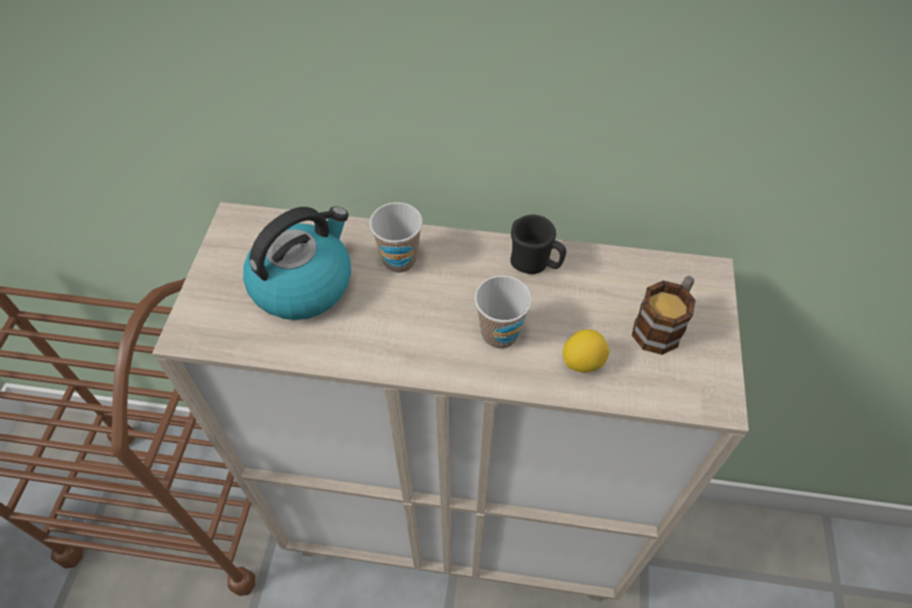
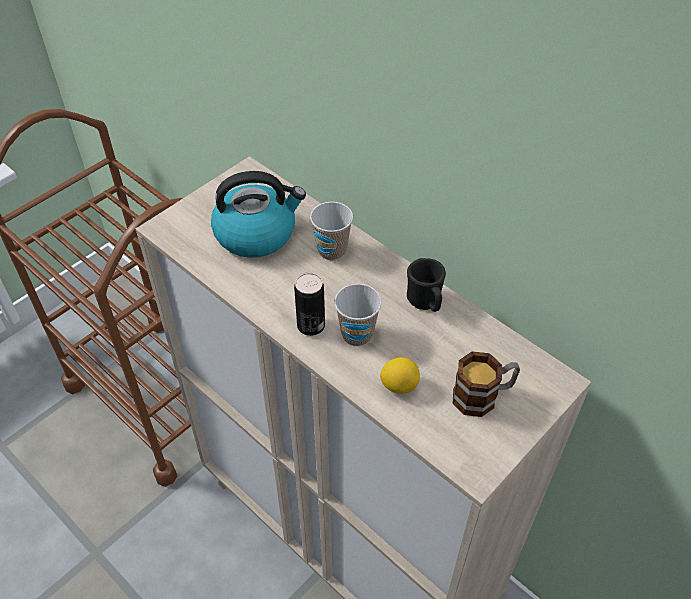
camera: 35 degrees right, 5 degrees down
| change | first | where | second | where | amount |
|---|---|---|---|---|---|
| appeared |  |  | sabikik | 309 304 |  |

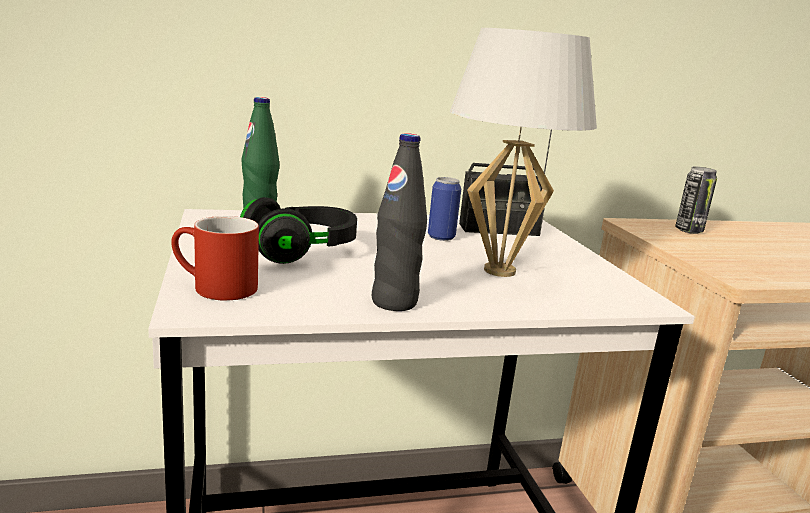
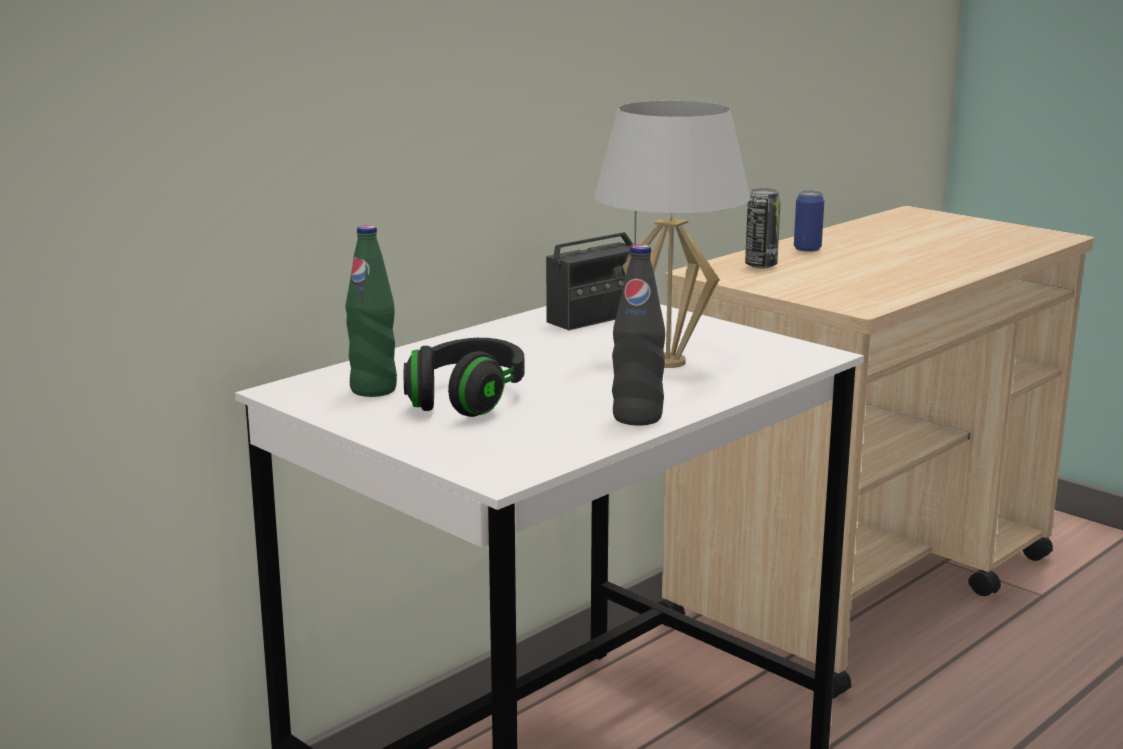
camera: 30 degrees left, 0 degrees up
| change | first | where | second | where | amount |
|---|---|---|---|---|---|
| missing | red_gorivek | 215 258 |  |  |  |
| relocated | sabikik | 444 209 |  | 809 221 |  |

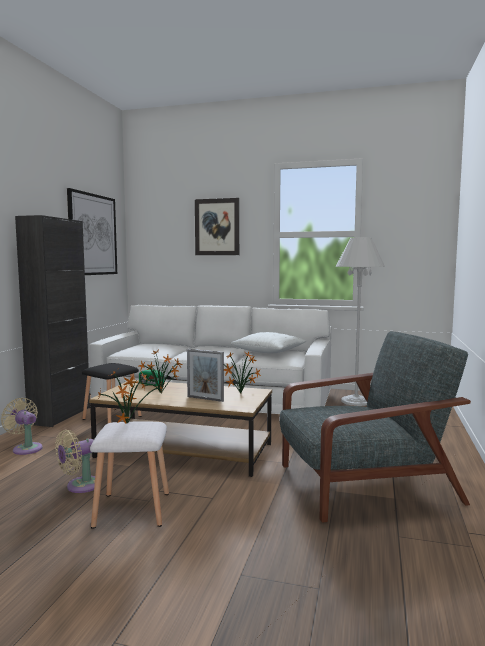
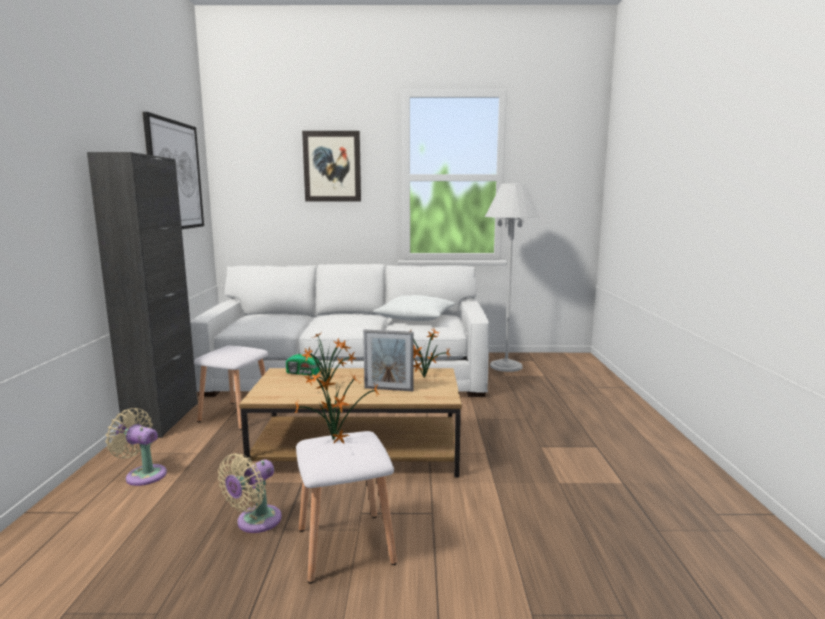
camera: 15 degrees left, 5 degrees up
| change | first | where | second | where | amount |
|---|---|---|---|---|---|
| missing | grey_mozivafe | 375 427 |  |  |  |
| colour | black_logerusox | 112 393 | white_logerusox | 231 388 |  |

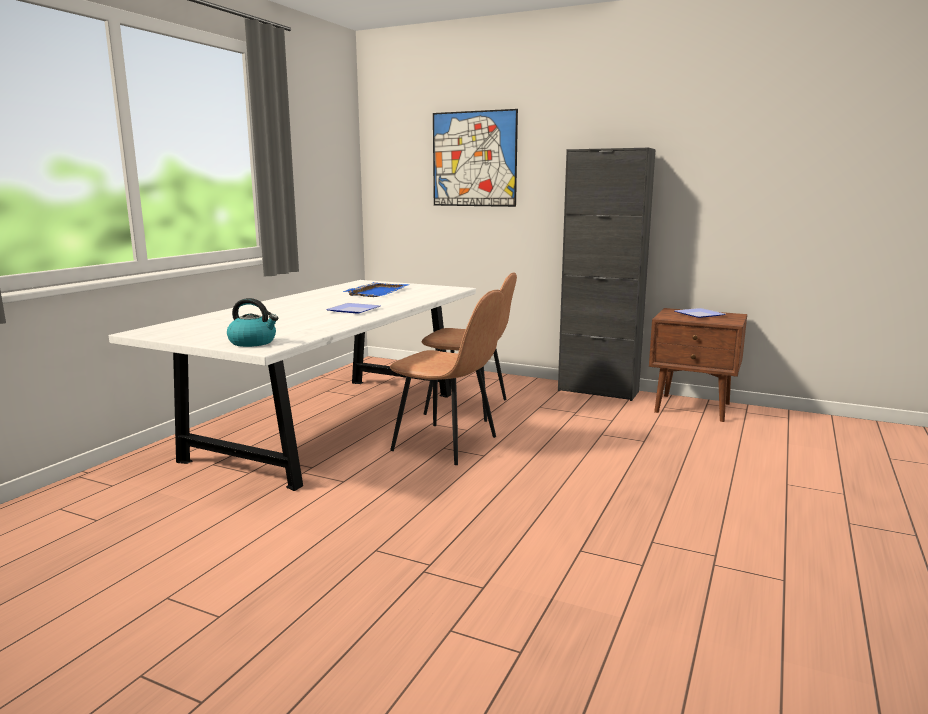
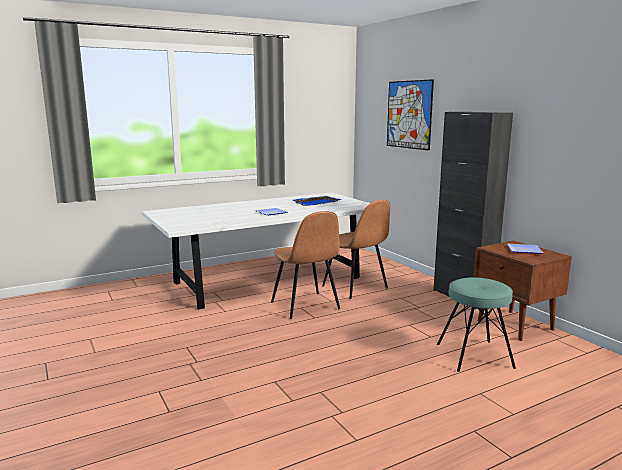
camera: 35 degrees right, 0 degrees up
| change | first | where | second | where | amount |
|---|---|---|---|---|---|
| missing | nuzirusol | 252 322 |  |  |  |
| appeared |  |  | turquoise_logerusox | 476 324 |  |

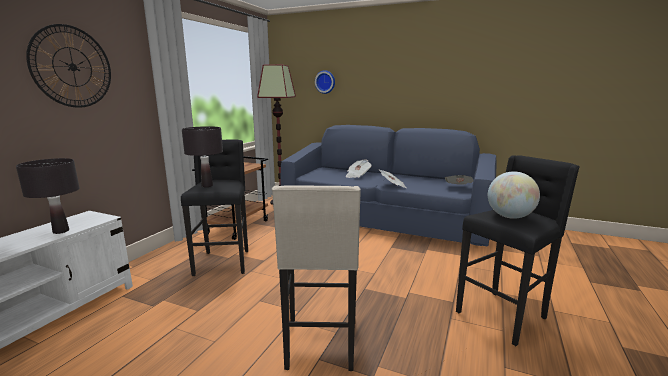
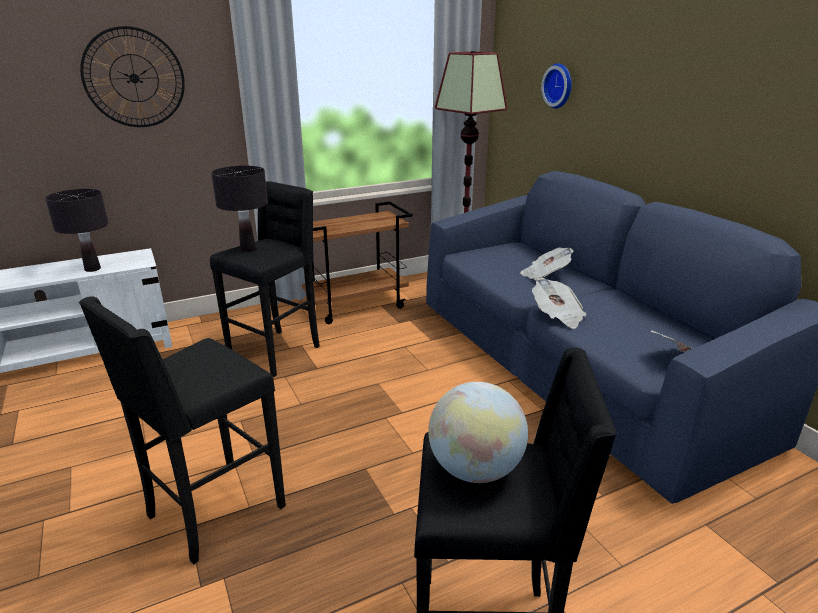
camera: 40 degrees right, 10 degrees up
| change | first | where | second | where | amount |
|---|---|---|---|---|---|
| colour | beige_logerusox | 316 278 | black_logerusox | 182 430 |  |

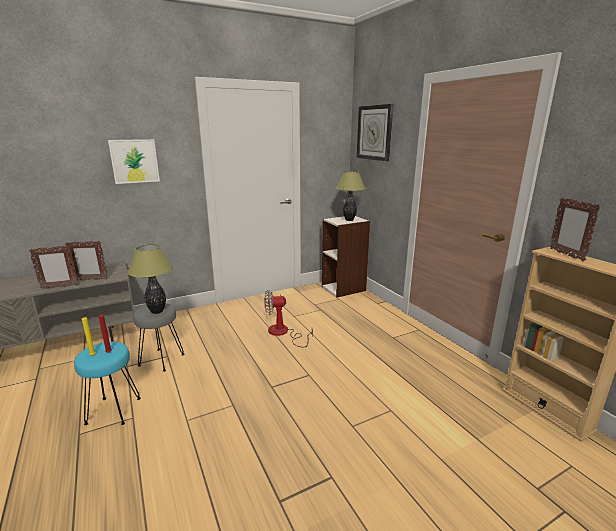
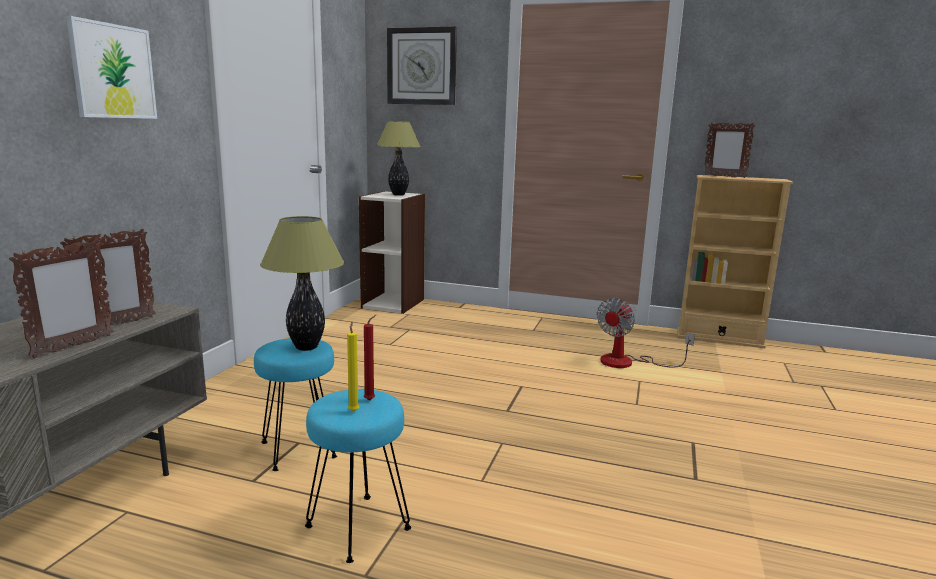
camera: 45 degrees left, 5 degrees down
| change | first | where | second | where | amount |
|---|---|---|---|---|---|
| relocated | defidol | 288 319 |  | 646 333 |  |
| colour | grey_logerusox | 158 337 | turquoise_logerusox | 295 404 |  |

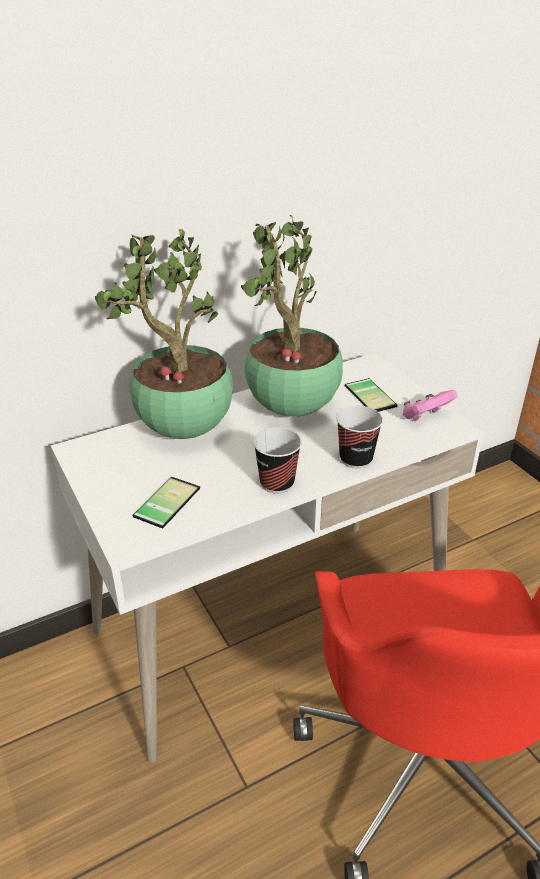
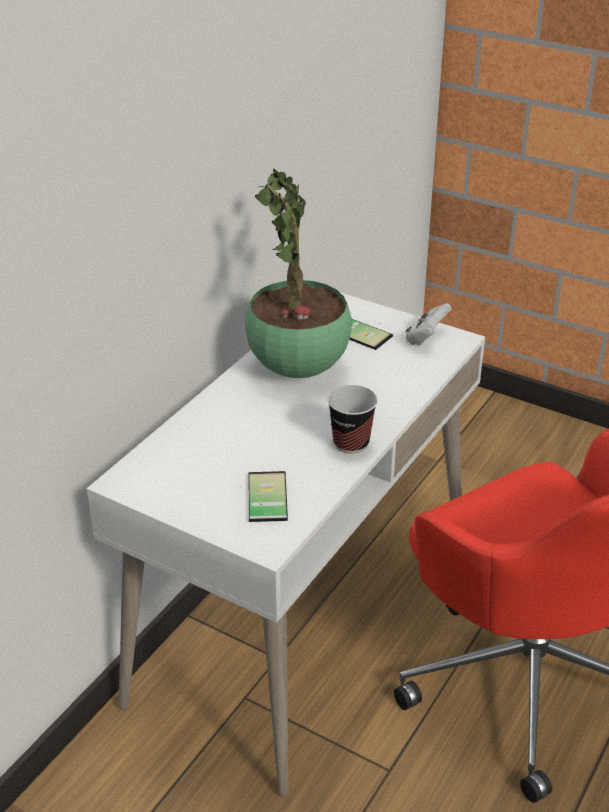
camera: 30 degrees left, 0 degrees up
| change | first | where | second | where | amount |
|---|---|---|---|---|---|
| missing | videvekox | 164 334 |  |  |  |
| missing | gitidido | 359 437 |  |  |  |
| colour | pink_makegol | 430 405 | white_makegol | 428 324 |  |

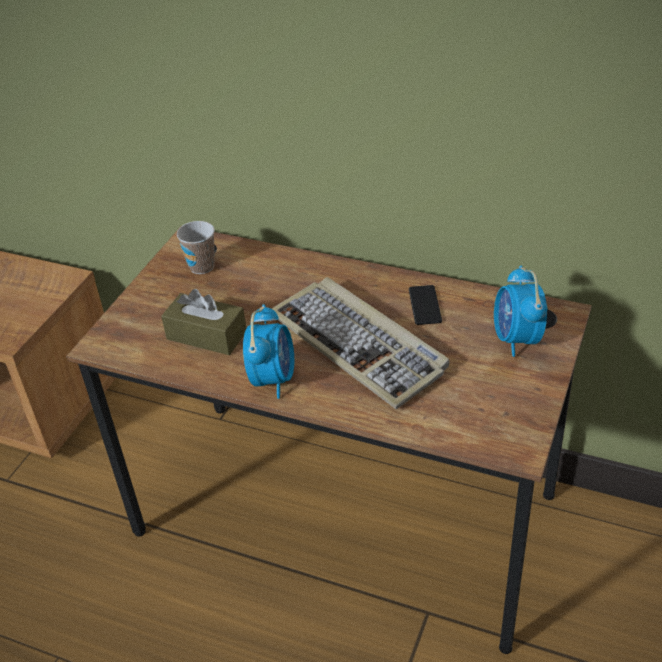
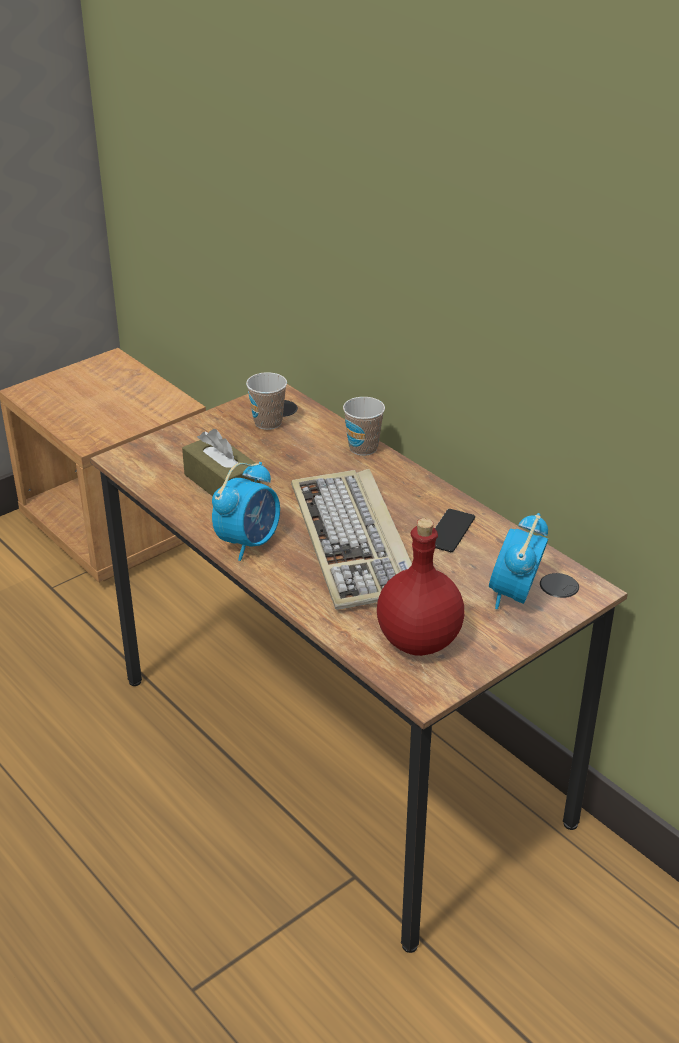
camera: 25 degrees right, 5 degrees down
| change | first | where | second | where | amount |
|---|---|---|---|---|---|
| appeared |  |  | gitidido | 364 426 |  |
| appeared |  |  | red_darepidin | 420 587 |  |

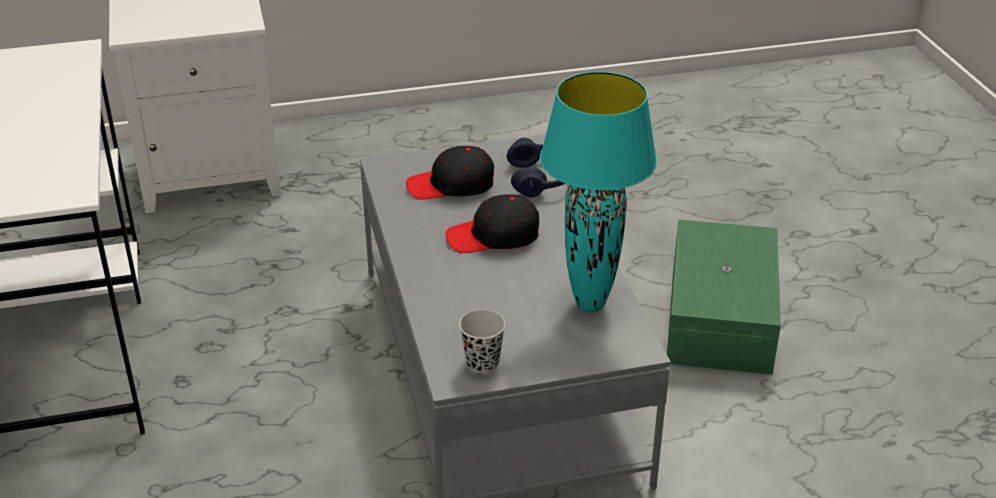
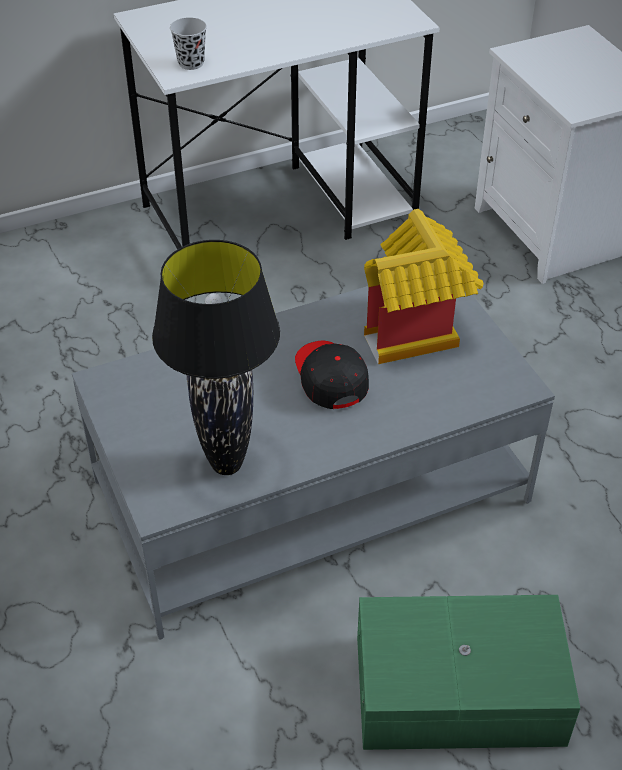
camera: 80 degrees right, 10 degrees up
| change | first | where | second | where | amount |
|---|---|---|---|---|---|
| missing | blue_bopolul | 536 168 |  |  |  |
| relocated | black_gitidido | 482 341 |  | 188 44 |  |
| exchanged | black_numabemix | 450 173 | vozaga | 423 286 |  |
| colour | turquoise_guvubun | 598 192 | black_guvubun | 216 357 |  |

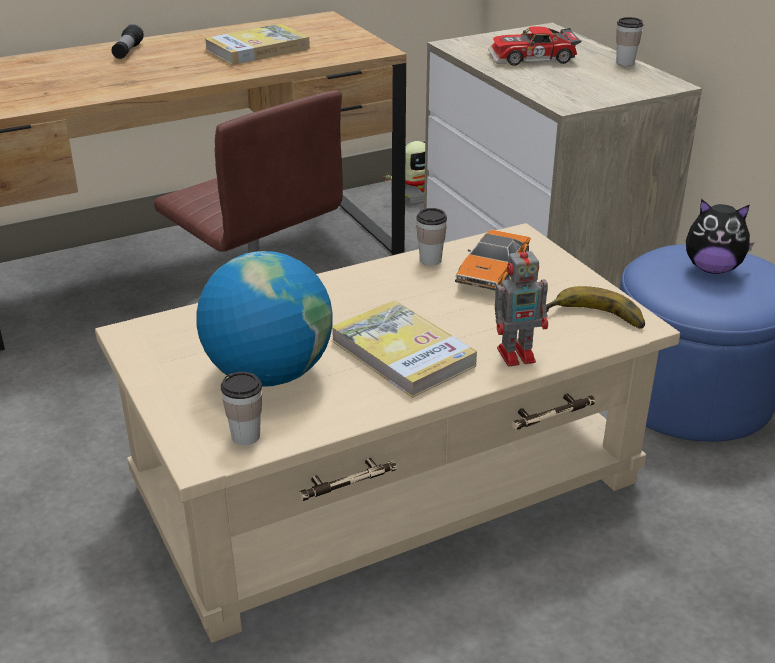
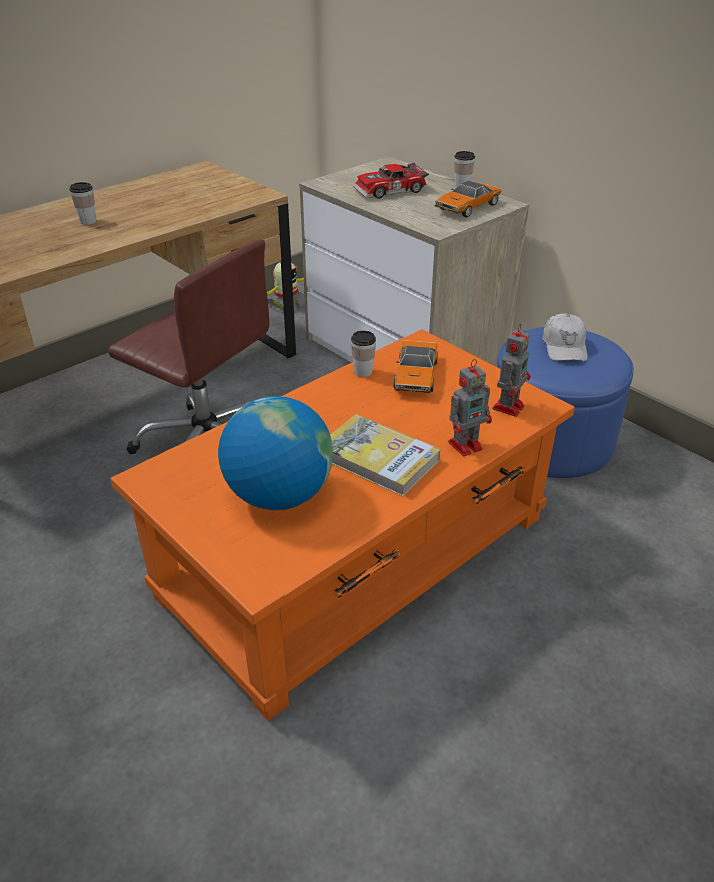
camera: 15 degrees left, 5 degrees up
| change | first | where | second | where | amount |
|---|---|---|---|---|---|
| missing | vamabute | 128 41 |  |  |  |
| missing | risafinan | 257 44 |  |  |  |
| appeared |  |  | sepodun | 468 199 |  |
| relocated | gitidido | 241 408 |  | 82 203 |  |
| exchanged | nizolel | 595 307 | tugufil | 511 370 |  |
| exchanged | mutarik | 720 236 | white_numabemix | 565 337 |  |
| colour | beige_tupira | 387 433 | orange_tupira | 342 525 |  |

